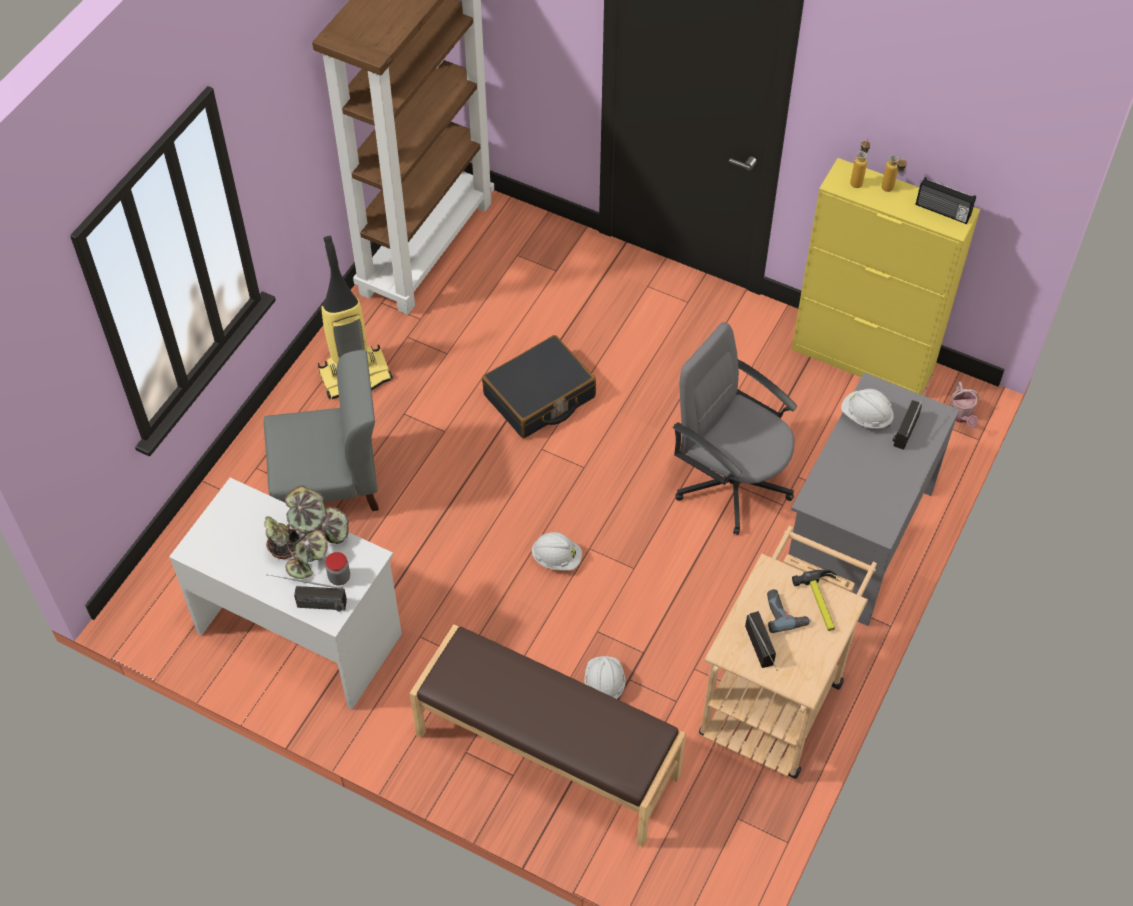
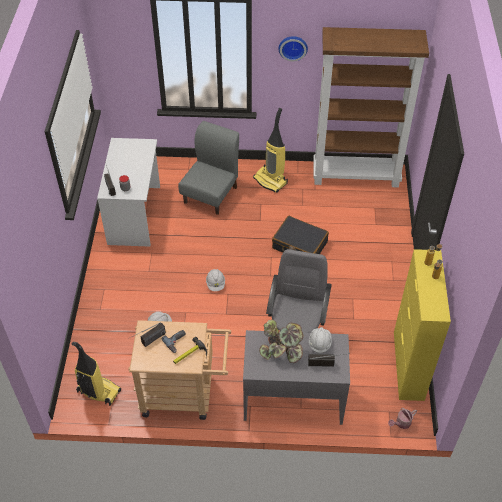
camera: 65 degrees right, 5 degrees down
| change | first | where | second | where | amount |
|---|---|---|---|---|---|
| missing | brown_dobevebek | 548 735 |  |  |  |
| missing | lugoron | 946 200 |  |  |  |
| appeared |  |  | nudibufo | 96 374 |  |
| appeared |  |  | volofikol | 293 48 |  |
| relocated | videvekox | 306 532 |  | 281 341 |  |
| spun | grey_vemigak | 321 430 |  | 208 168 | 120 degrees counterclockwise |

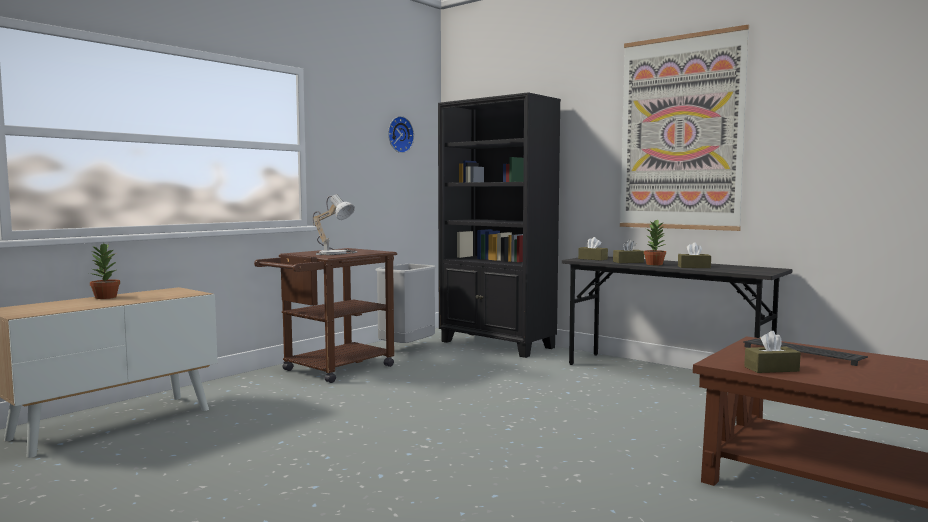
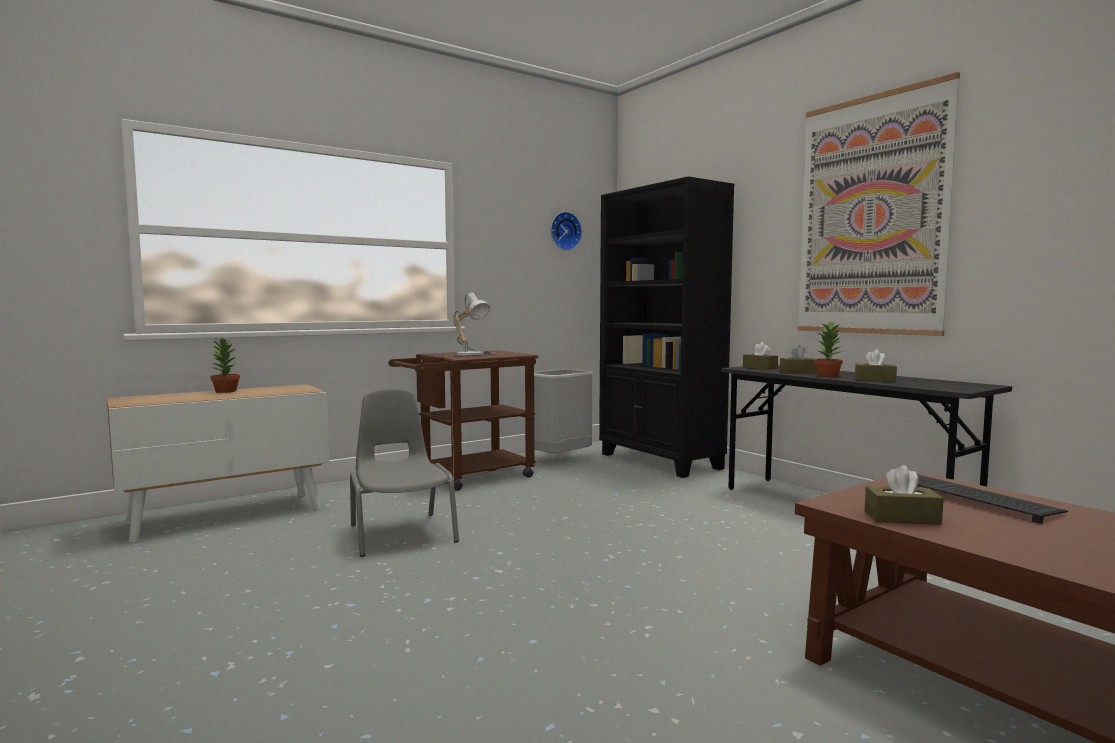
camera: 15 degrees right, 0 degrees up
| change | first | where | second | where | amount |
|---|---|---|---|---|---|
| appeared |  |  | grey_vemigak | 404 473 |  |

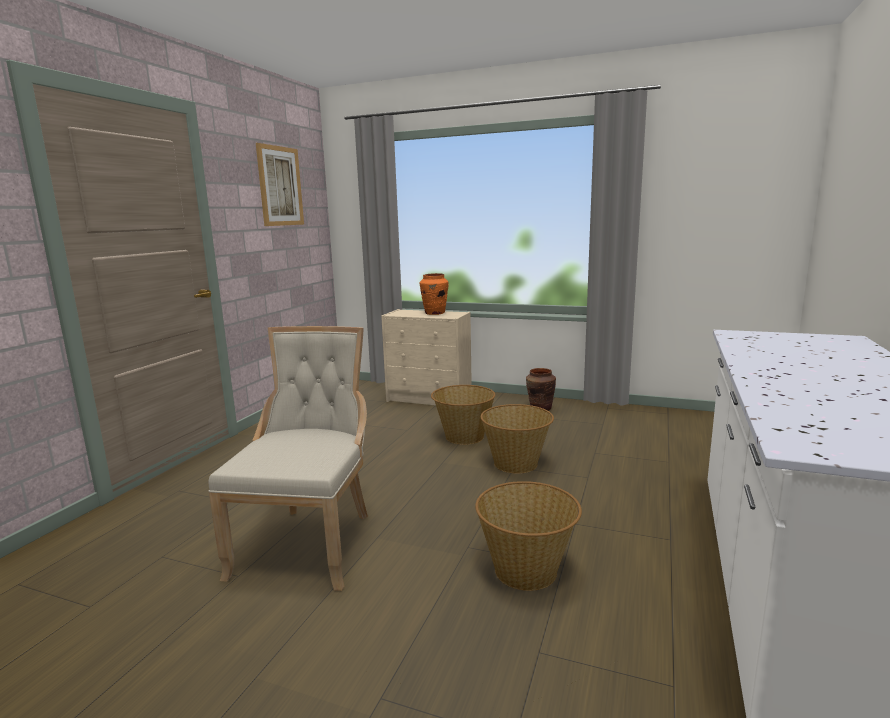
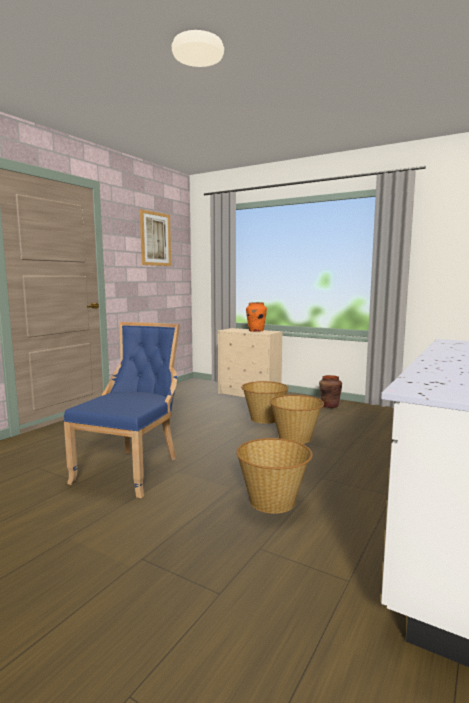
camera: 10 degrees right, 5 degrees down
| change | first | where | second | where | amount |
|---|---|---|---|---|---|
| colour | beige_vemigak | 288 458 | blue_vemigak | 122 410 |  |

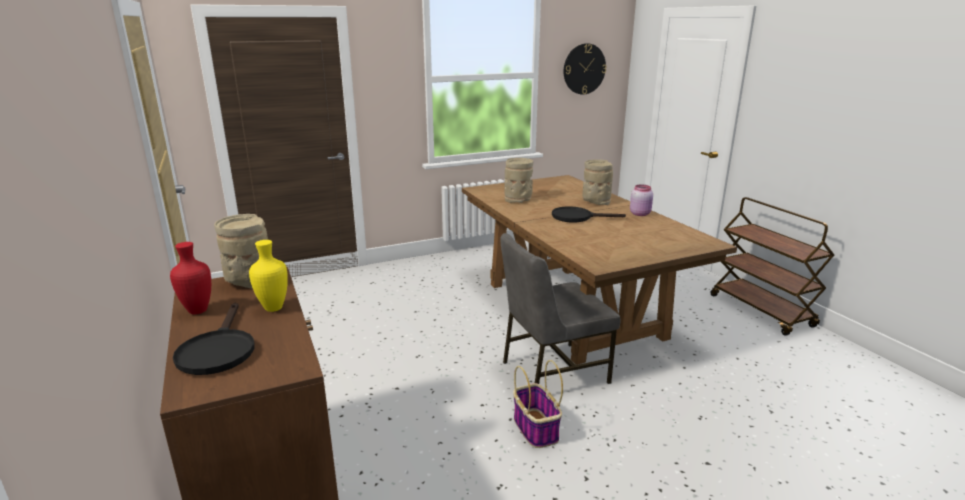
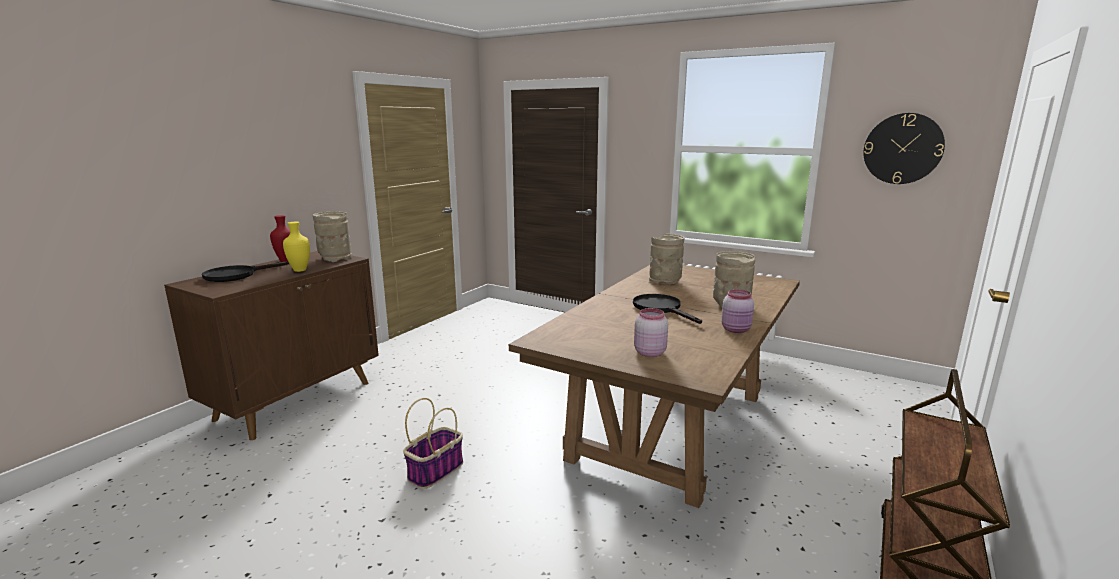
camera: 55 degrees right, 5 degrees down
| change | first | where | second | where | amount |
|---|---|---|---|---|---|
| missing | grey_vemigak | 560 308 |  |  |  |
| appeared |  |  | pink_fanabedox | 651 332 |  |

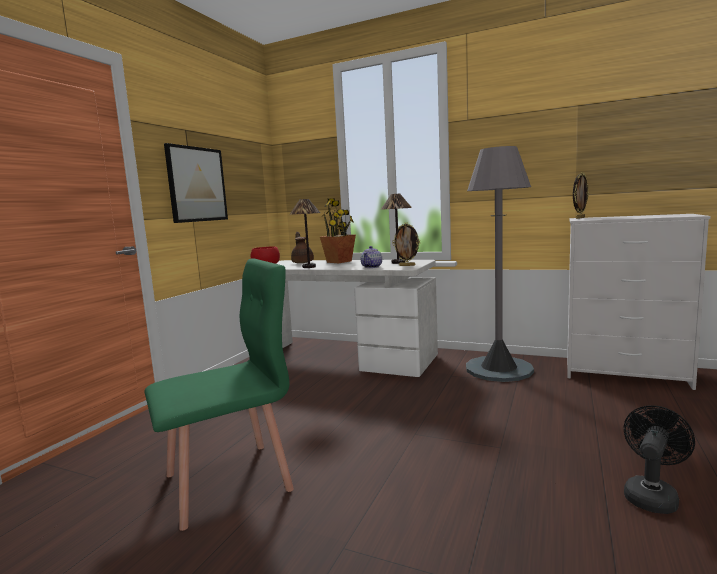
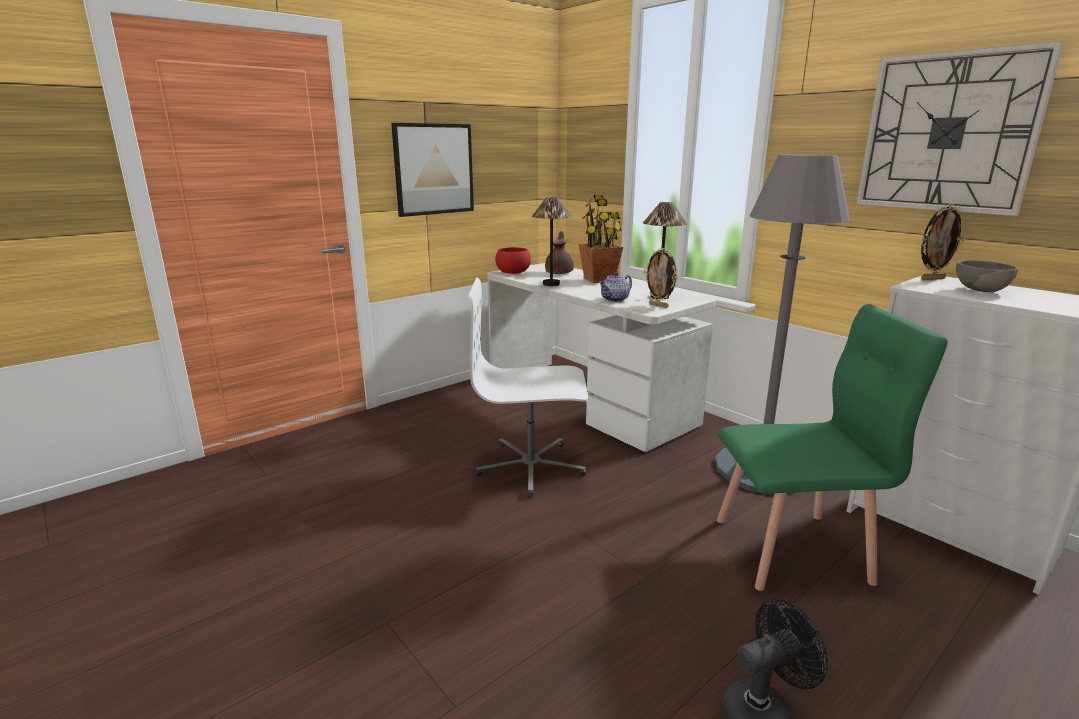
camera: 25 degrees right, 10 degrees up
| change | first | where | second | where | amount |
|---|---|---|---|---|---|
| appeared |  |  | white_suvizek | 528 387 |  |
| appeared |  |  | volofikol | 960 128 |  |
| appeared |  |  | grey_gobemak | 987 276 |  |
| relocated | green_vemigak | 219 394 |  | 832 447 |  |

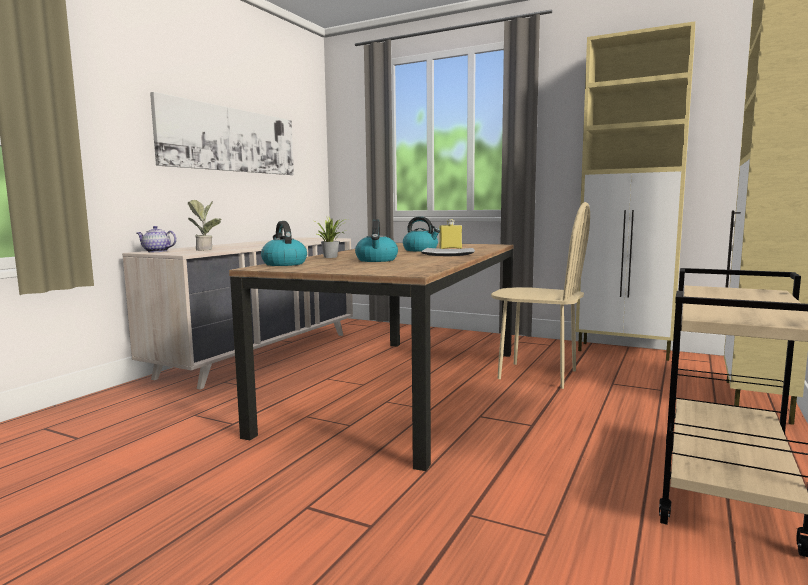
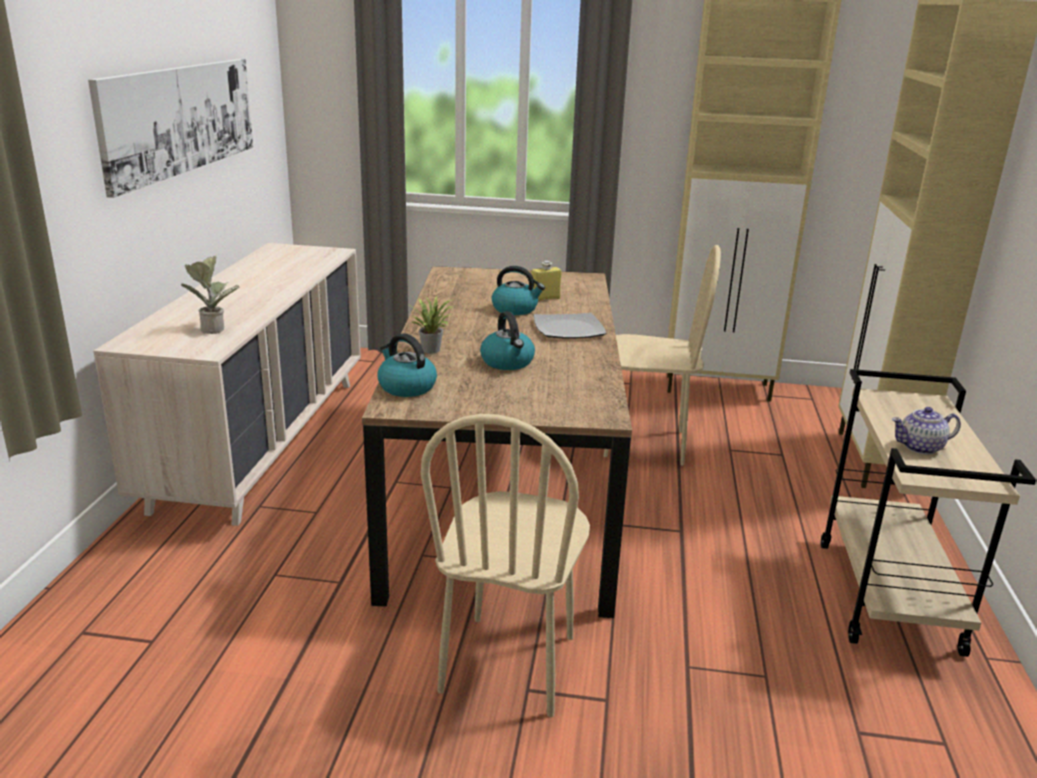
camera: 20 degrees left, 15 degrees up
| change | first | where | second | where | amount |
|---|---|---|---|---|---|
| appeared |  |  | beige_vemigak | 505 565 |  |
| relocated | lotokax | 156 239 |  | 926 431 |  |

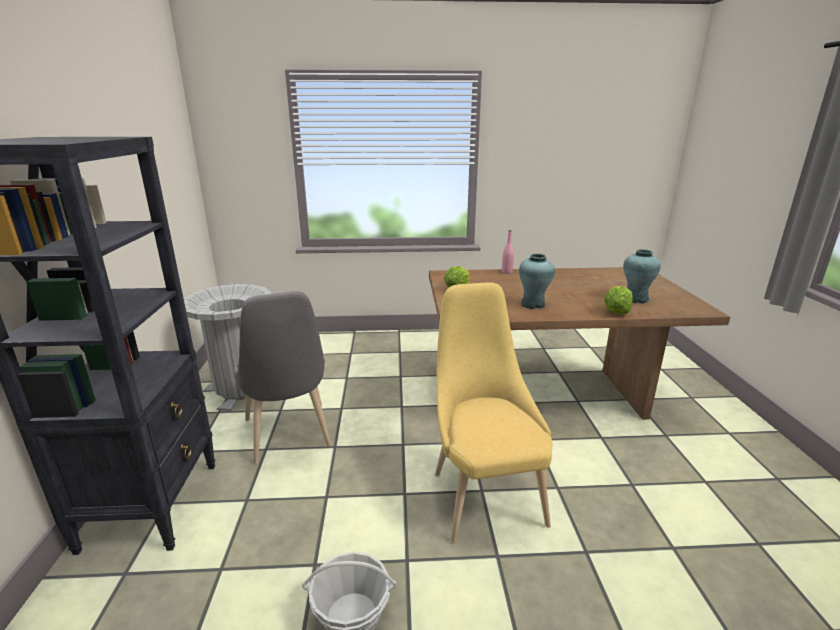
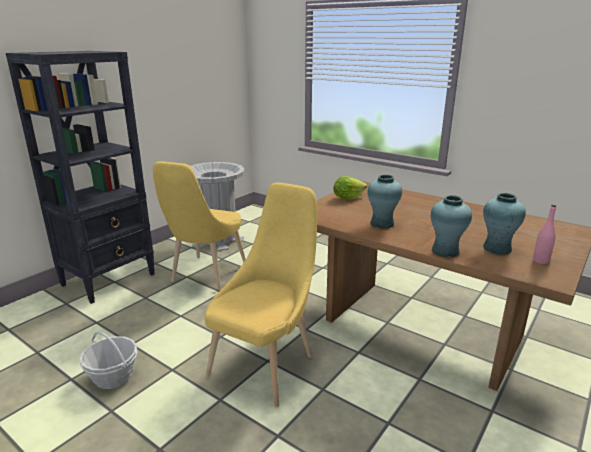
camera: 40 degrees right, 0 degrees up
| change | first | where | second | where | amount |
|---|---|---|---|---|---|
| relocated | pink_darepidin | 508 252 |  | 544 234 |  |
| exchanged | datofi | 618 300 | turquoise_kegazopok | 451 226 |  |
| colour | grey_vemigak | 282 377 | yellow_vemigak | 199 226 |  |

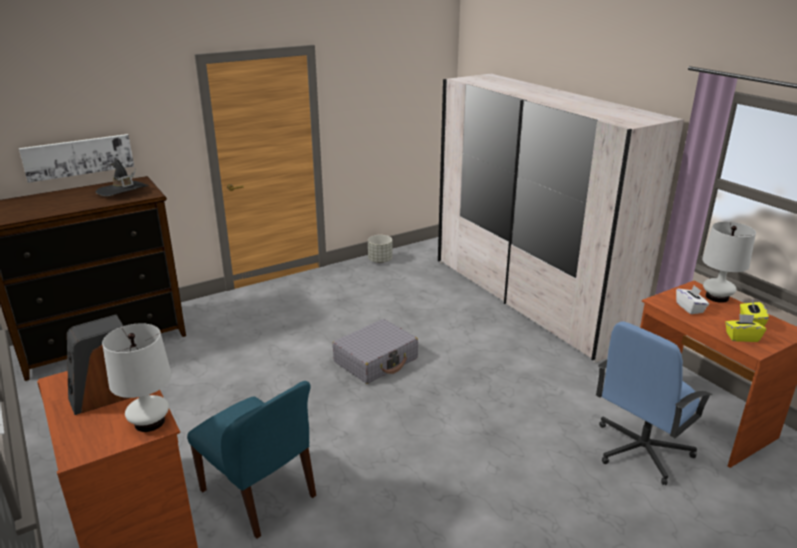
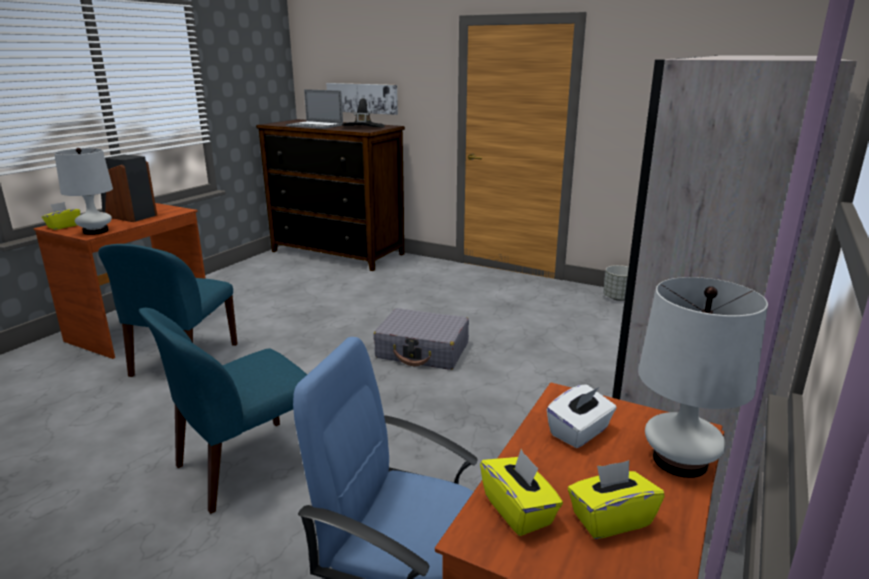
camera: 60 degrees right, 5 degrees down
| change | first | where | second | where | amount |
|---|---|---|---|---|---|
| appeared |  |  | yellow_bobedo | 61 216 |  |
| appeared |  |  | blue_vemigak | 223 411 |  |
| appeared |  |  | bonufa | 314 109 |  |

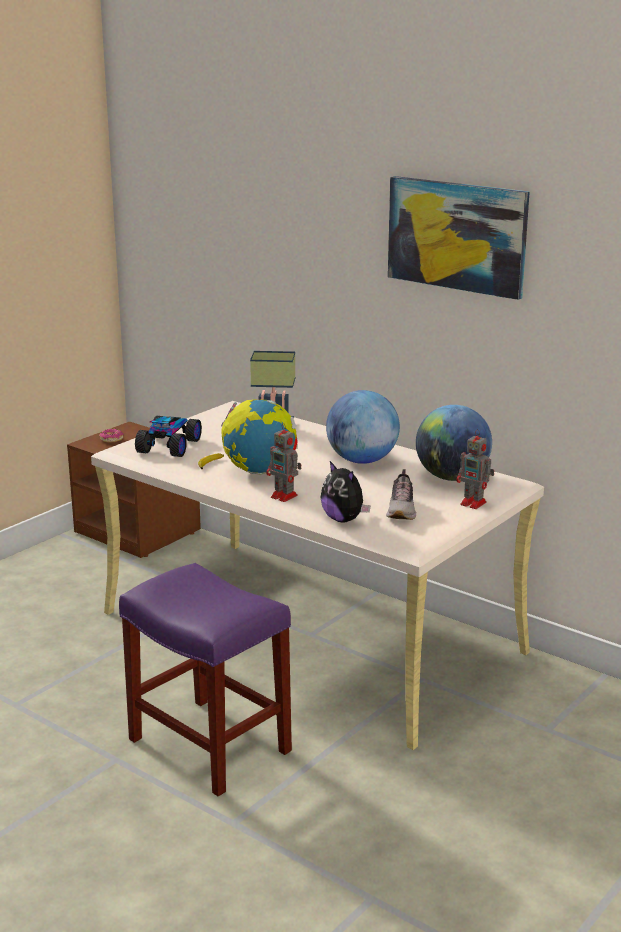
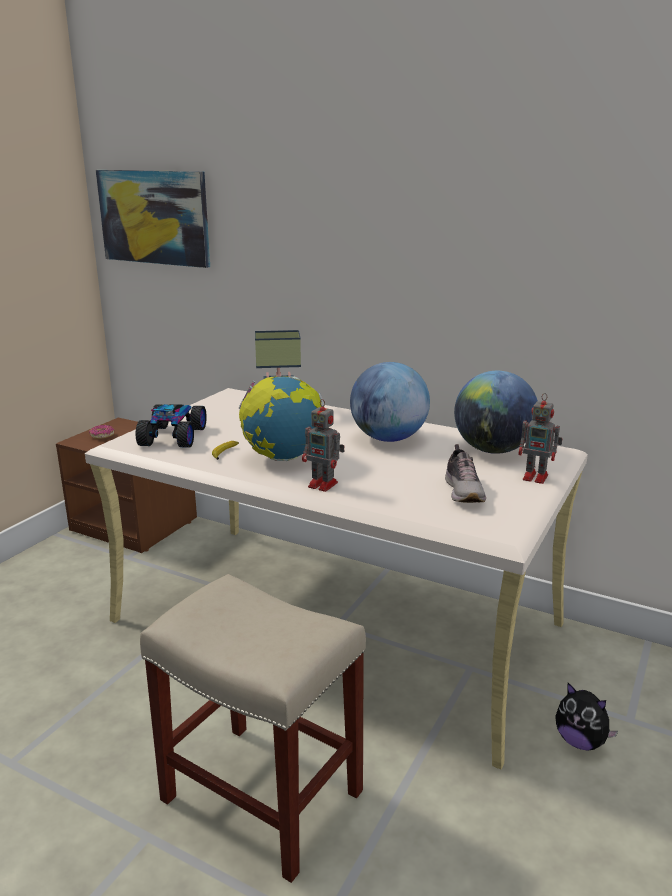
camera: 10 degrees left, 0 degrees up
| change | first | where | second | where | amount |
|---|---|---|---|---|---|
| relocated | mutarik | 345 491 |  | 586 717 |  |
| relocated | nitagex | 459 238 |  | 153 219 |  |
| colour | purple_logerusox | 205 679 | beige_logerusox | 253 728 |  |

